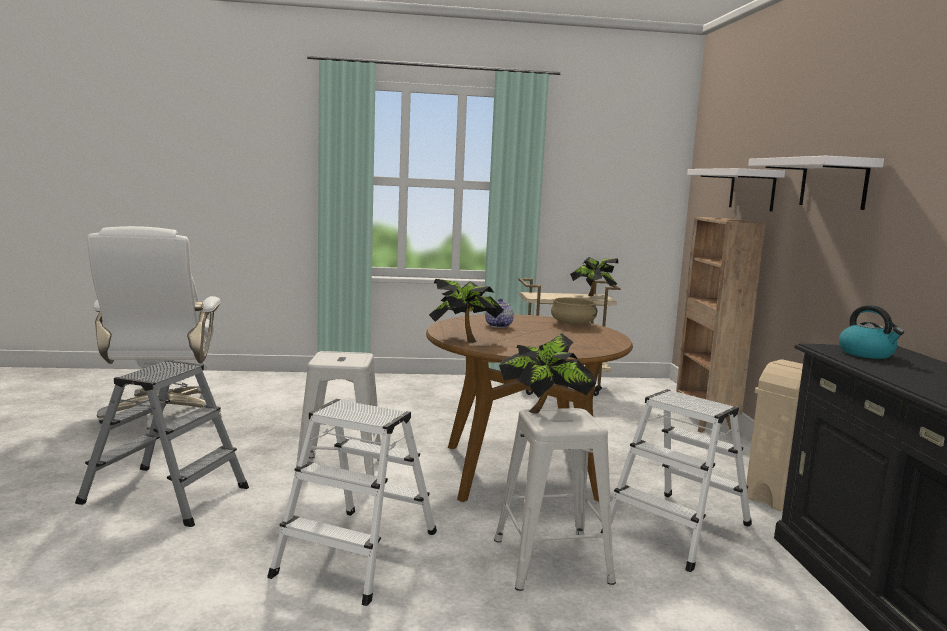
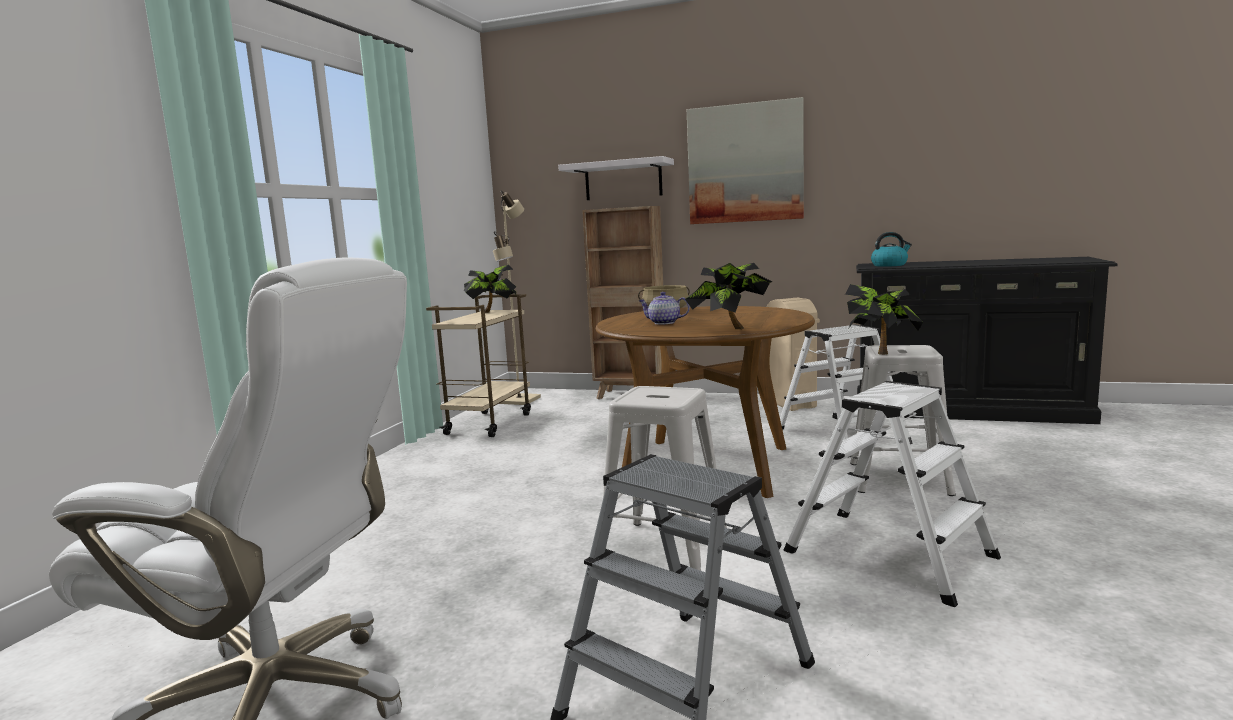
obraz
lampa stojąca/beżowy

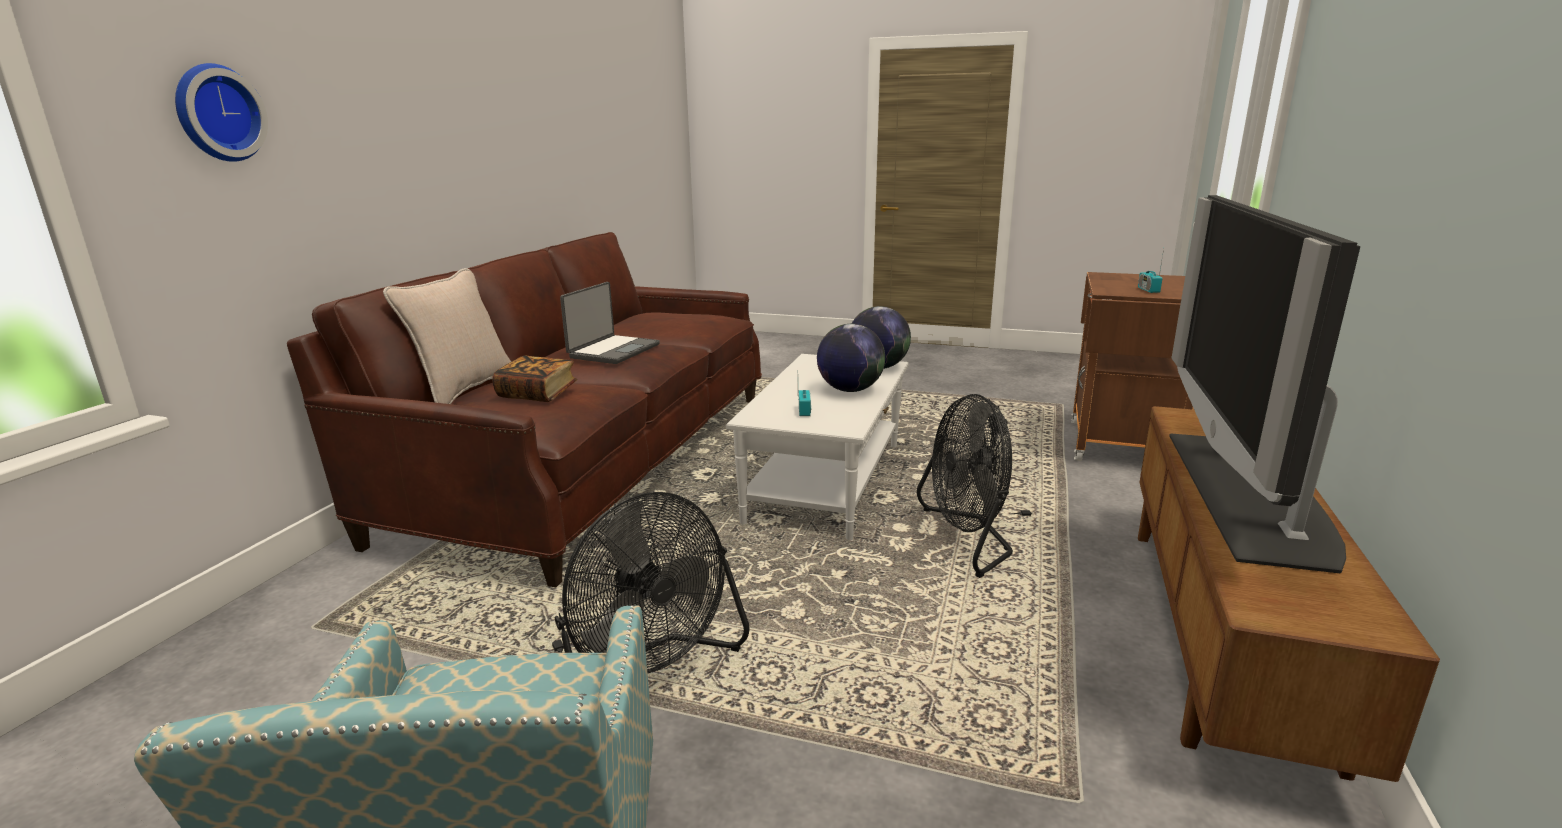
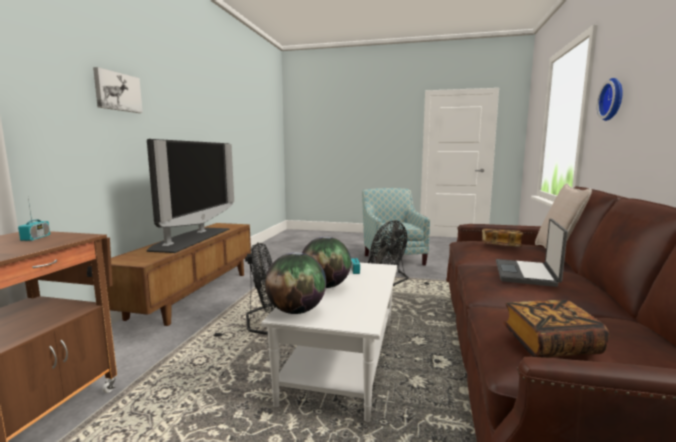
obraz
książka (no. 2 from left)

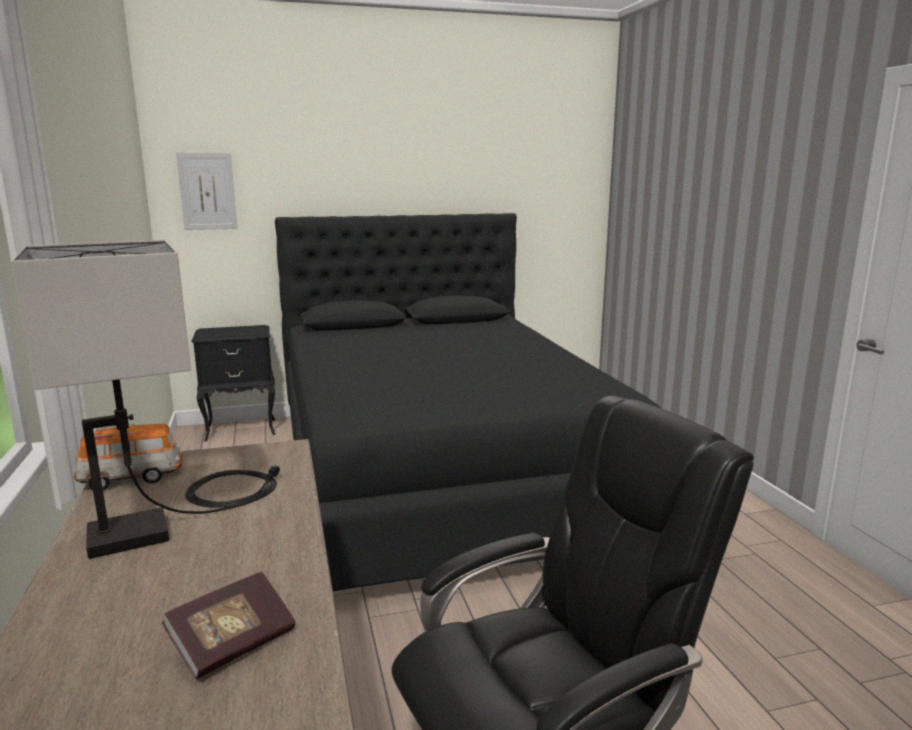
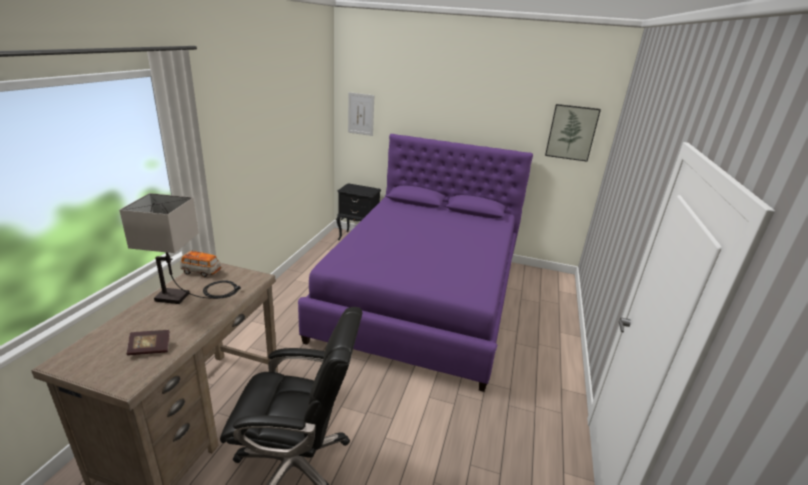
łóżko/fioletowy
obraz (no. 2 from left)

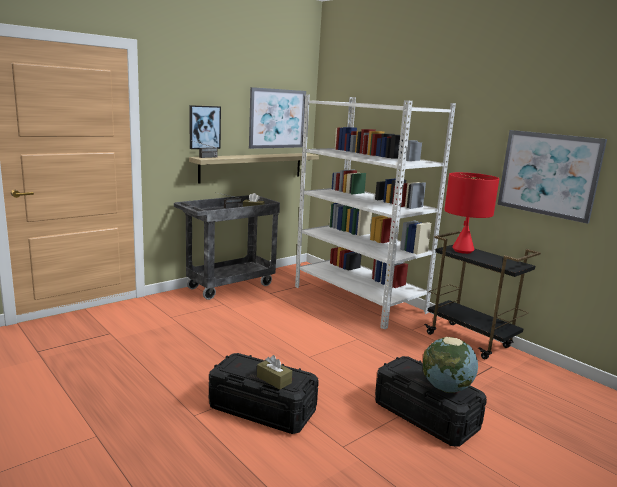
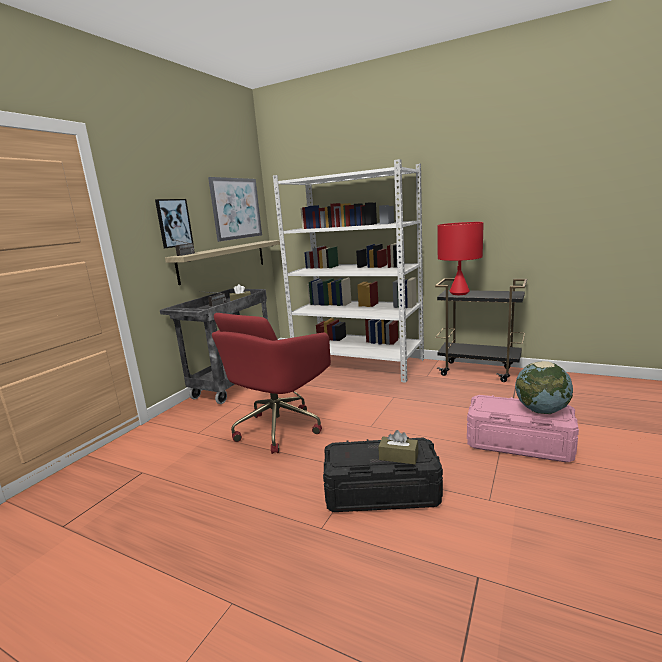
obraz (no. 3 from left in the first image)
pojemnik do przechowywania/różowy
krzesło biurowe/czerwony

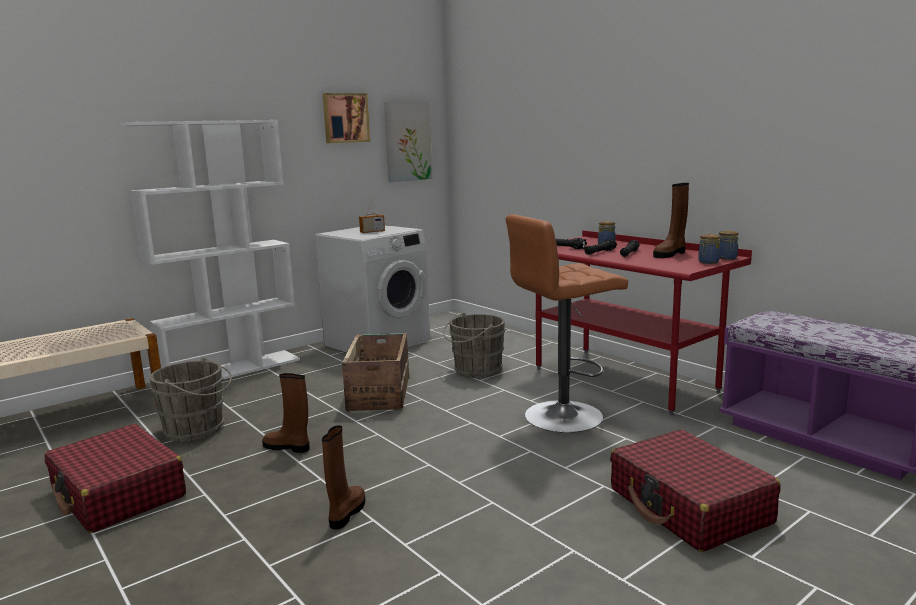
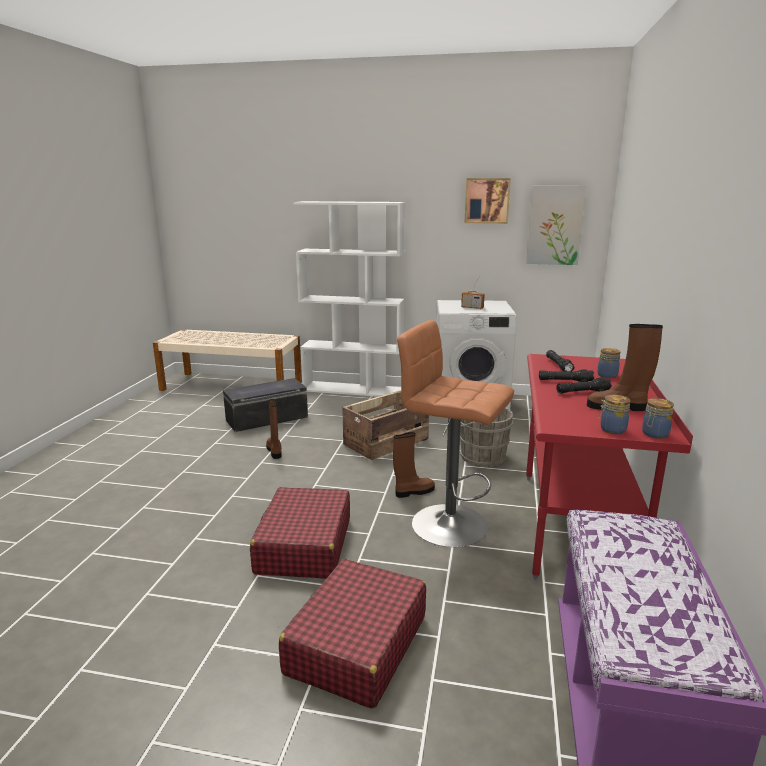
pojemnik do przechowywania/czarny
walizka/czerwony (no. 1 from left)
but z cholewką/brązowy (no. 2 from left)

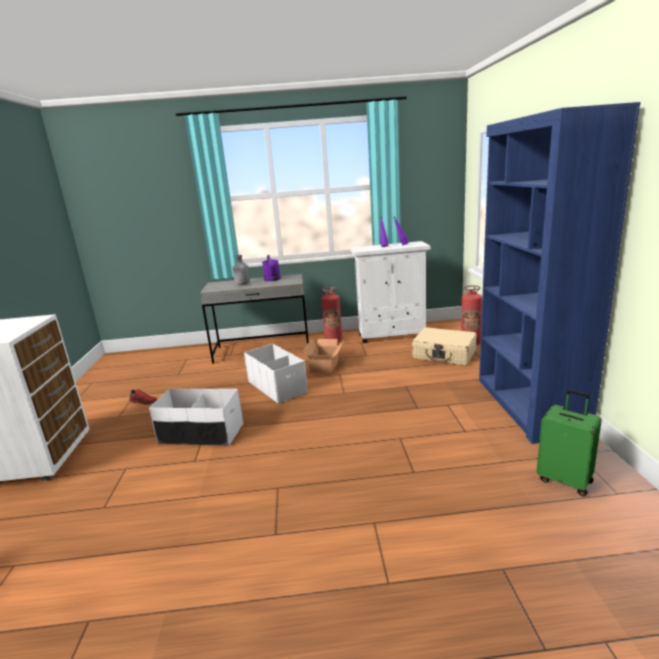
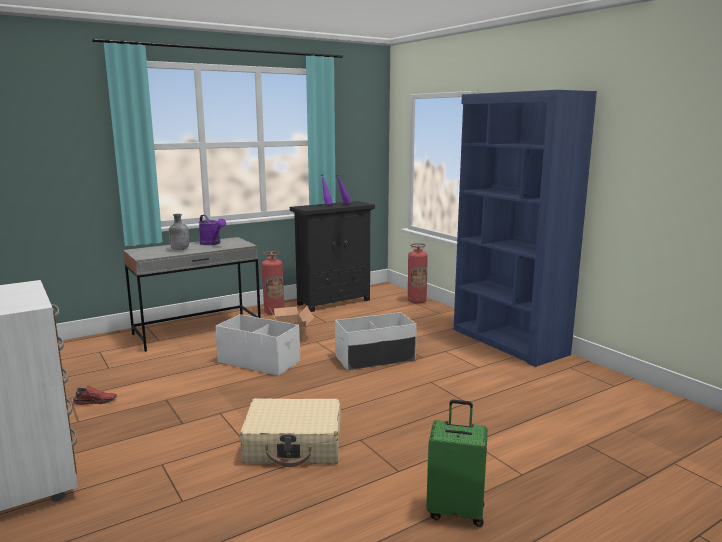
szafka/czarny
walizka/beżowy
pojemnik do przechowywania/biały (no. 2 from left)
walizka/zielony

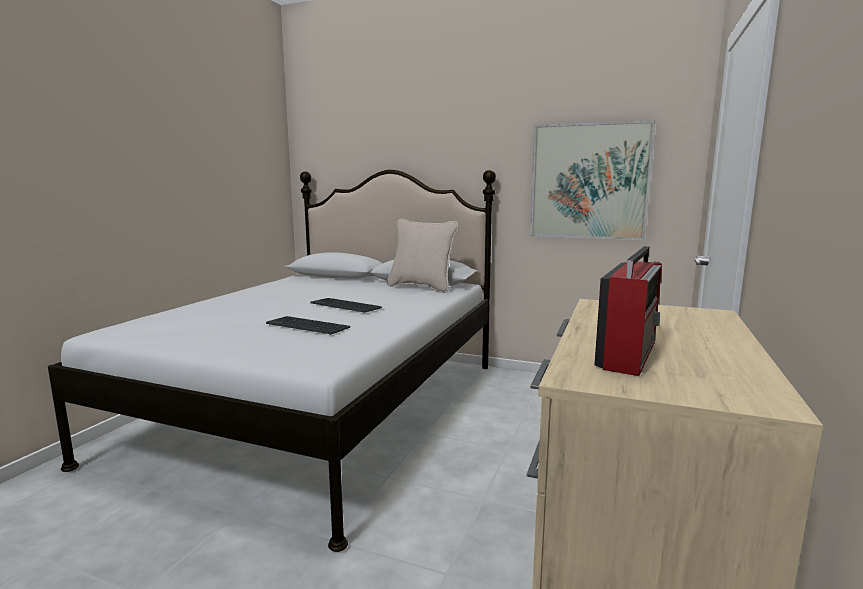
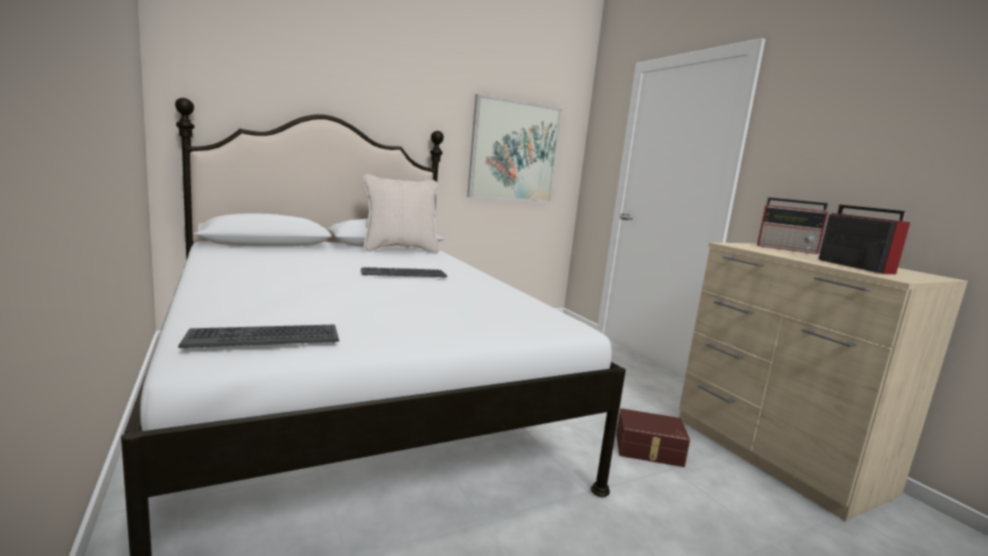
klawiatura (no. 1 from left)
radio (no. 1 from left)
pojemnik do przechowywania/brązowy

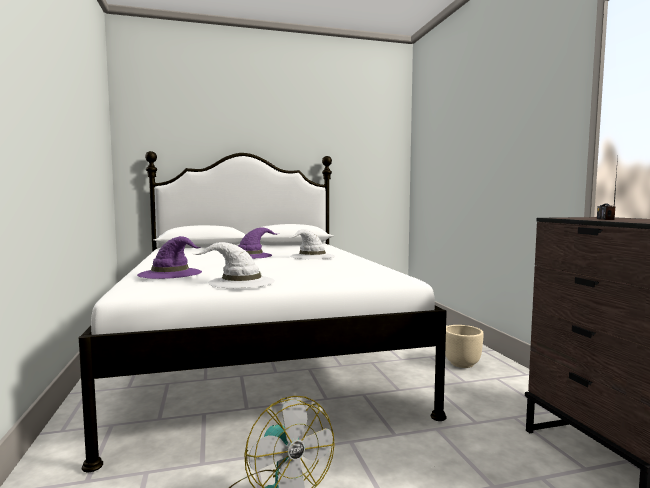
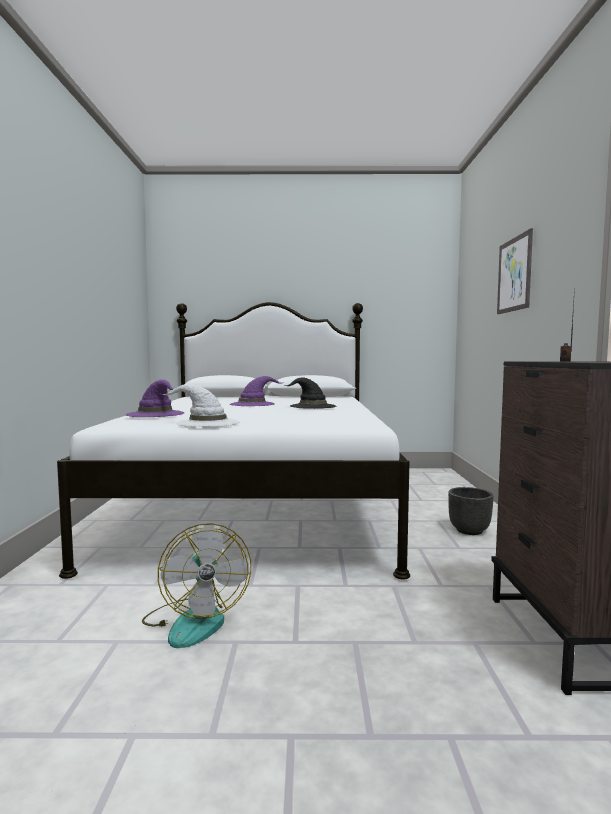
kapelusz/czarny
donica/czarny
obraz

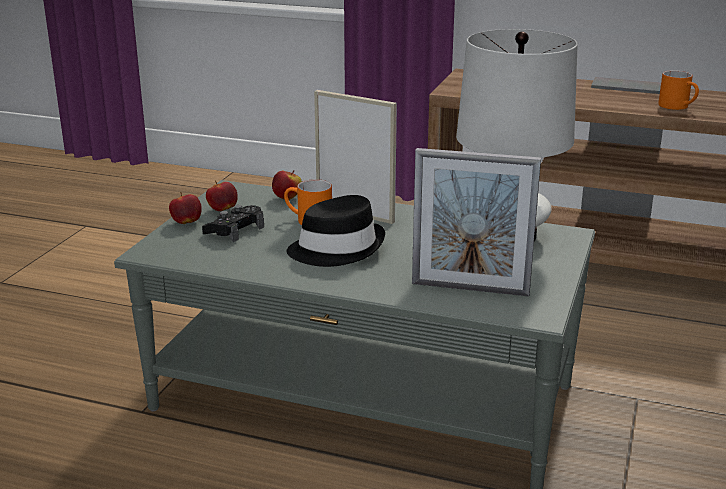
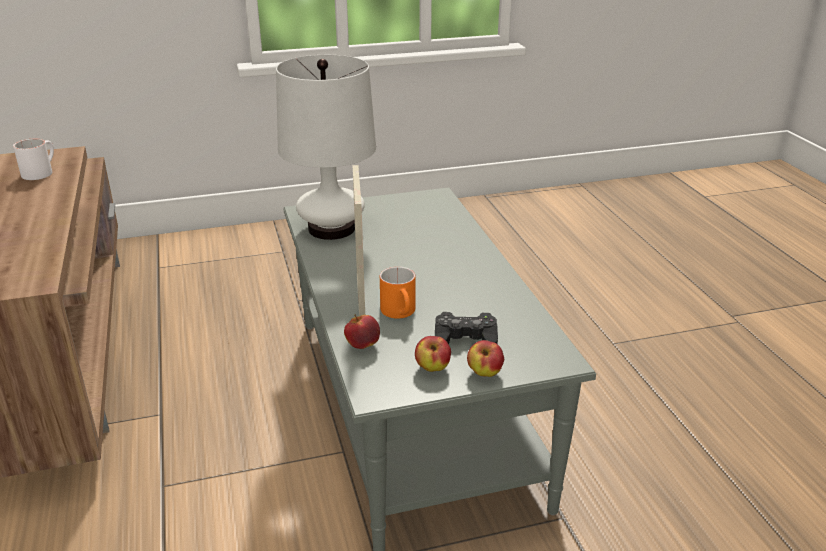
kubek/biały
ramka na zdjęcie (no. 2 from left in the first image)
kapelusz/czarny

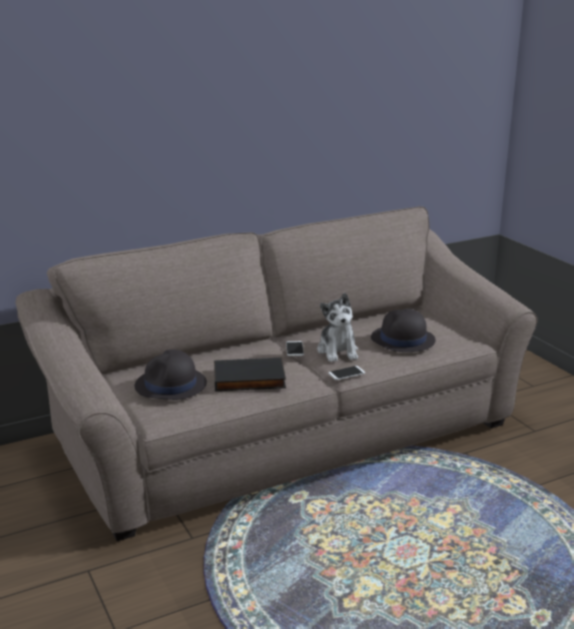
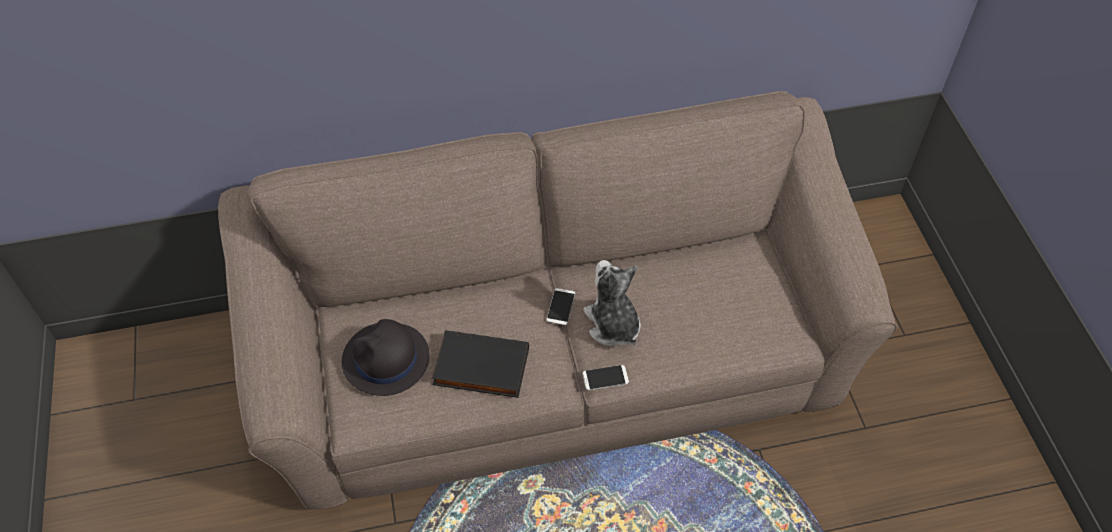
pluszak
kapelusz/czarny (no. 2 from left in the first image)

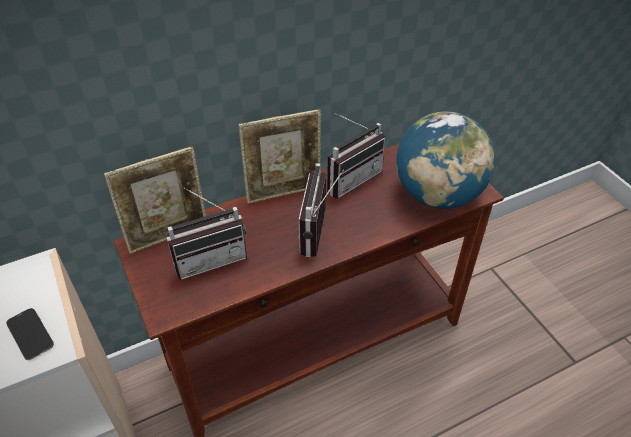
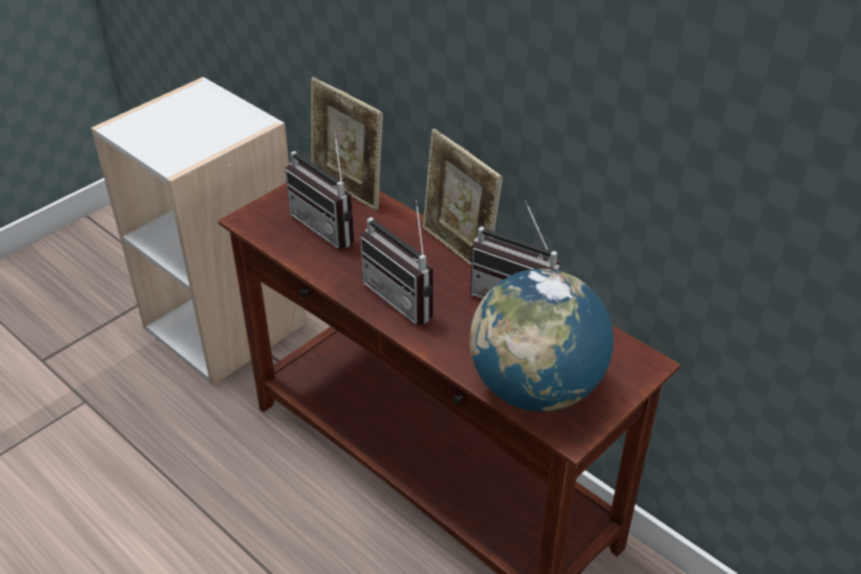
radio (no. 2 from left)
telefon

